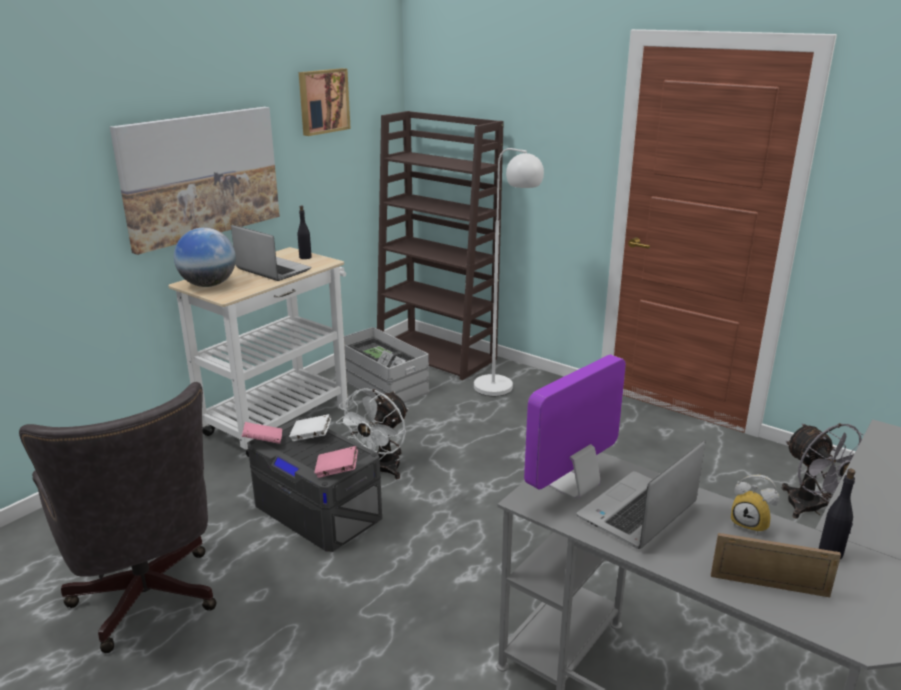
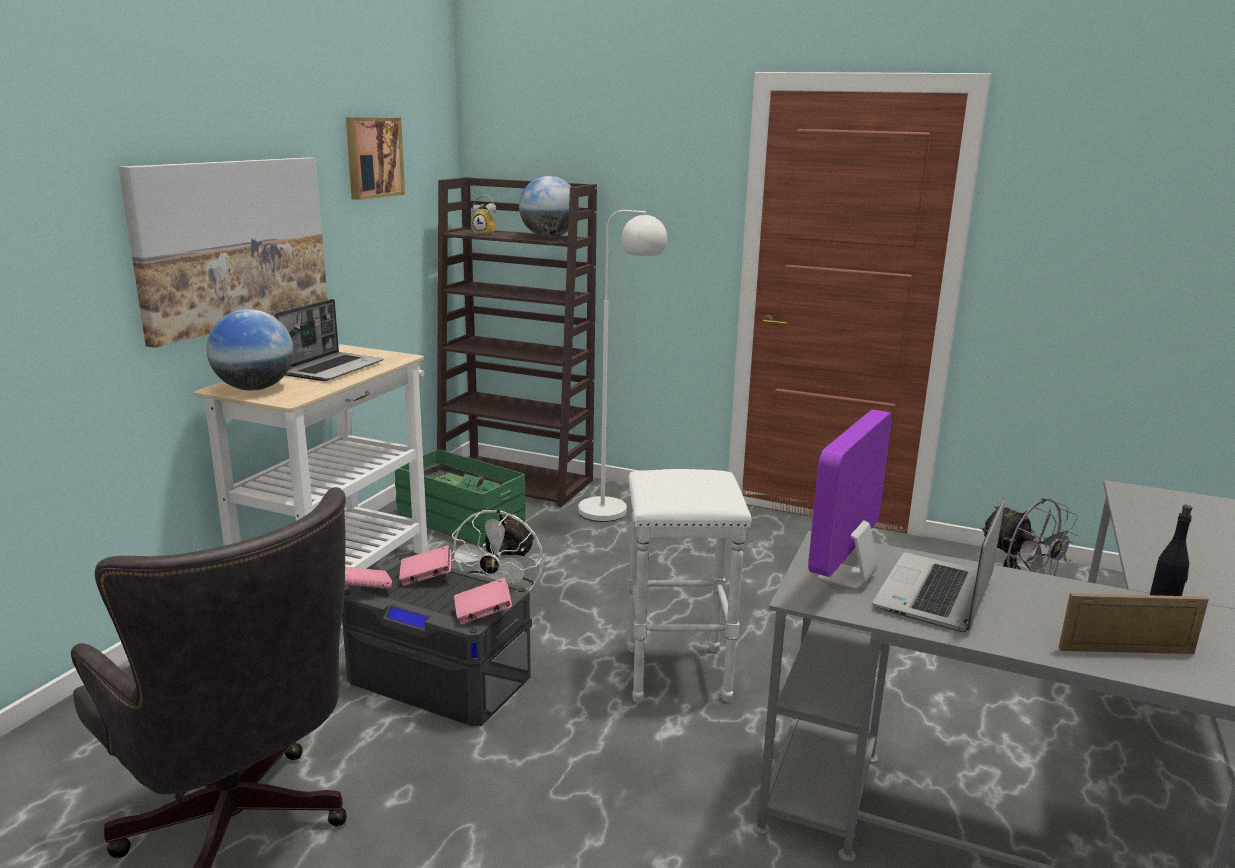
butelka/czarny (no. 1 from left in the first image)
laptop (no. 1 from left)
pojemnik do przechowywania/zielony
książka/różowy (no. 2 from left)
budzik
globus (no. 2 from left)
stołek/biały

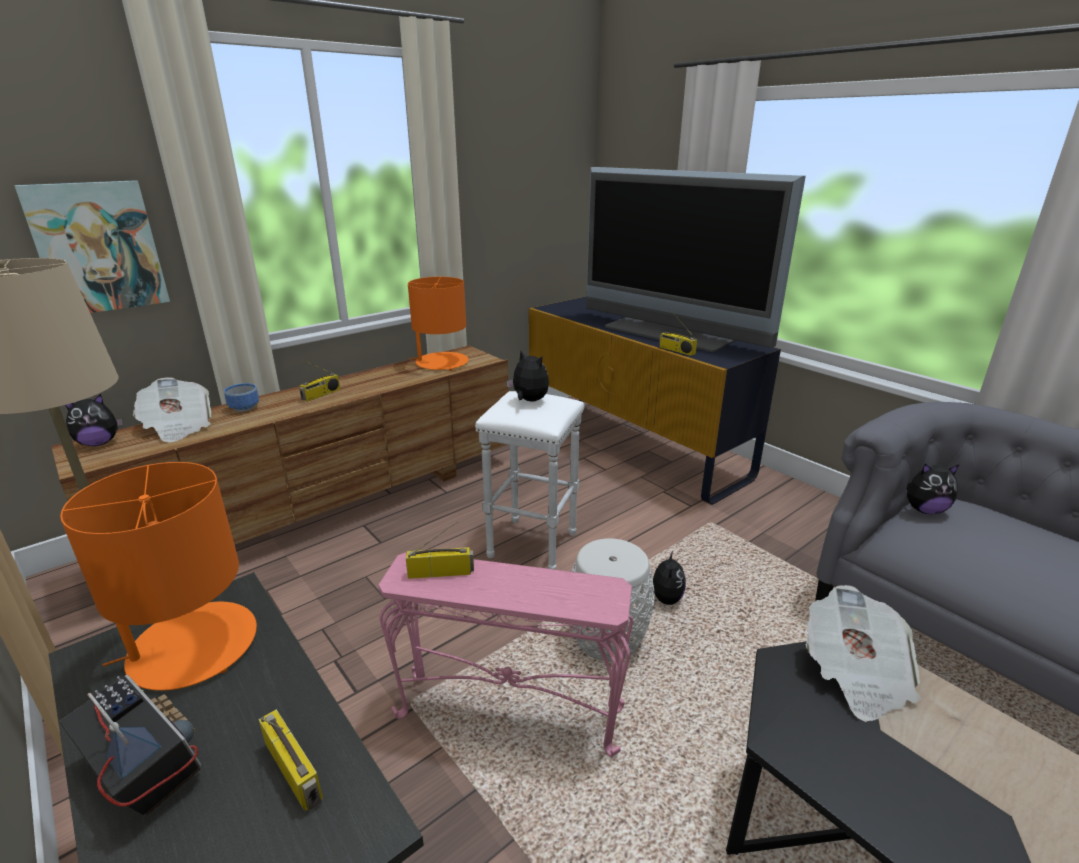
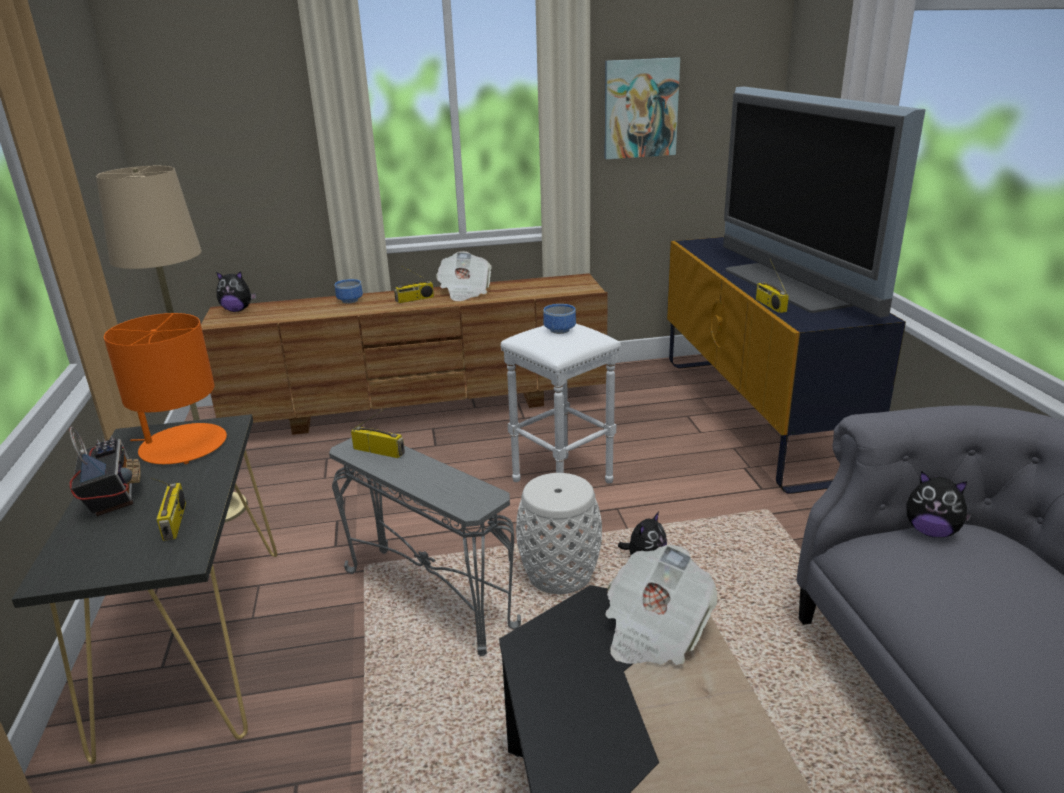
obraz
lampa stołowa/pomarańczowy (no. 2 from left in the first image)
miska (no. 2 from left)
gazeta (no. 1 from left)
stolik/szary

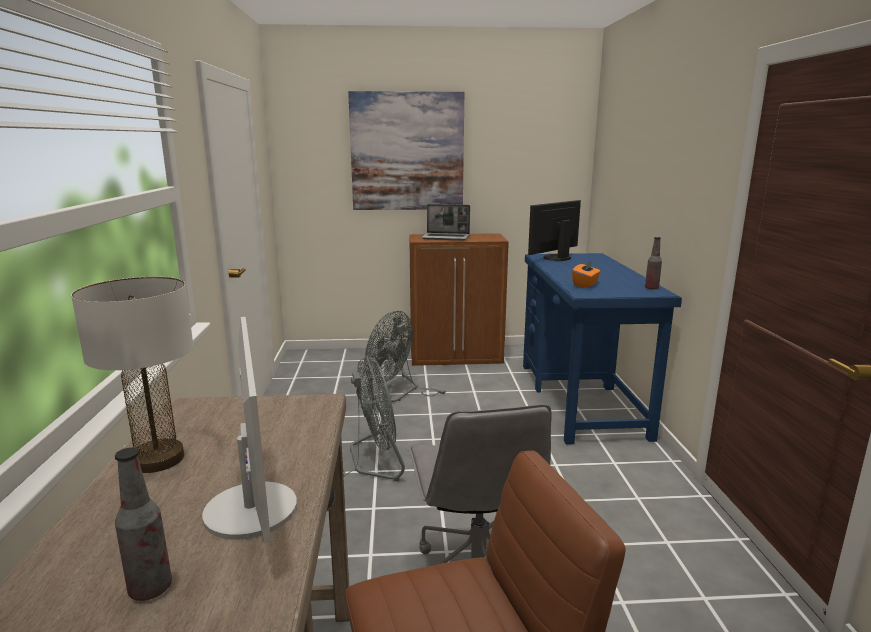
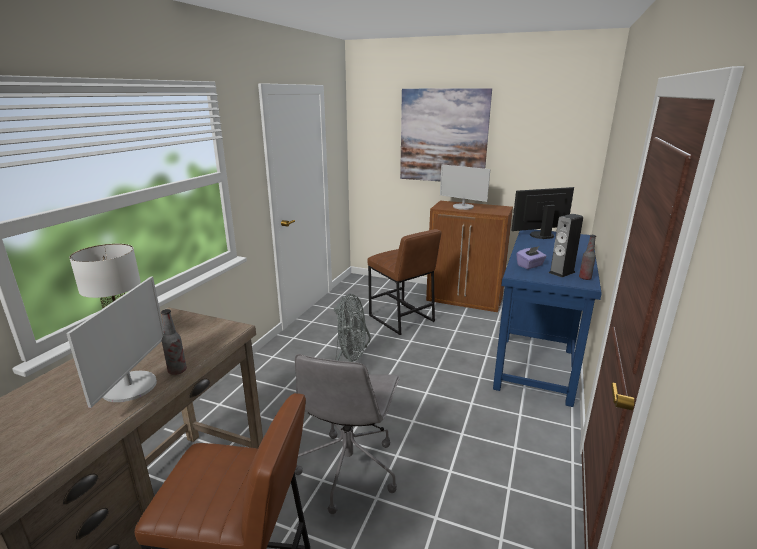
monitor (no. 2 from left)
pudełko chusteczek/fioletowy
krzesło/brązowy (no. 2 from left)
butelka (no. 1 from left)
głośnik

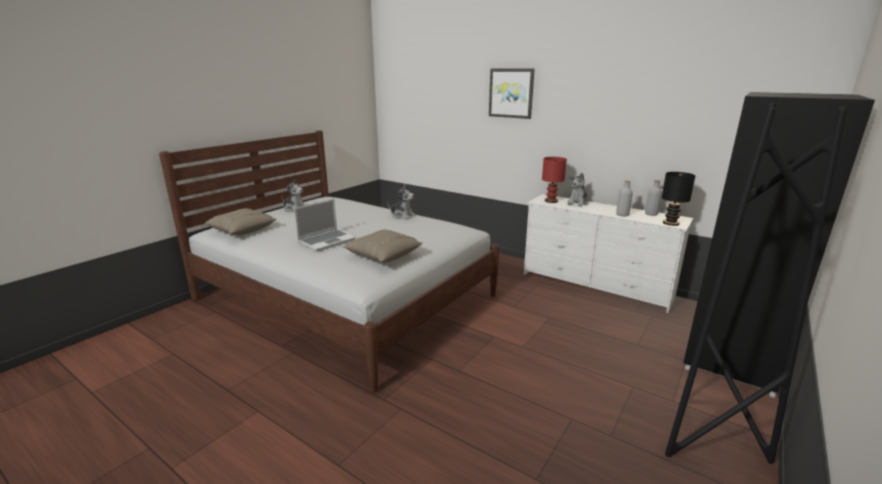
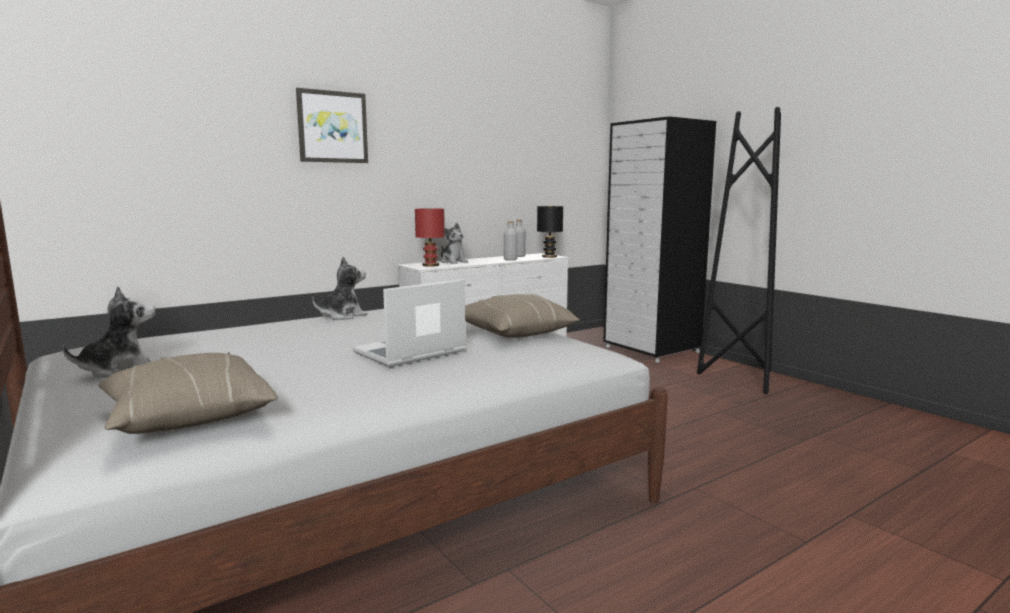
laptop

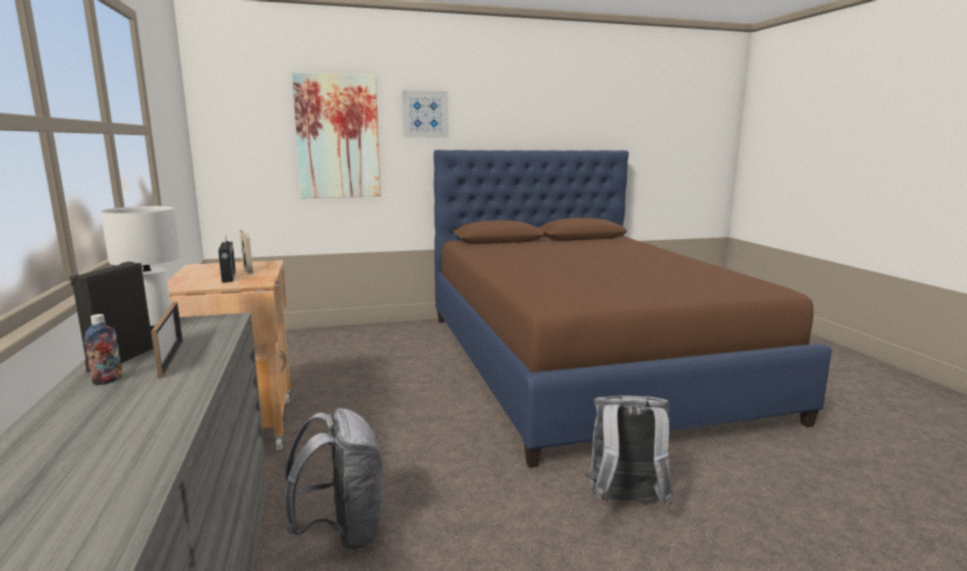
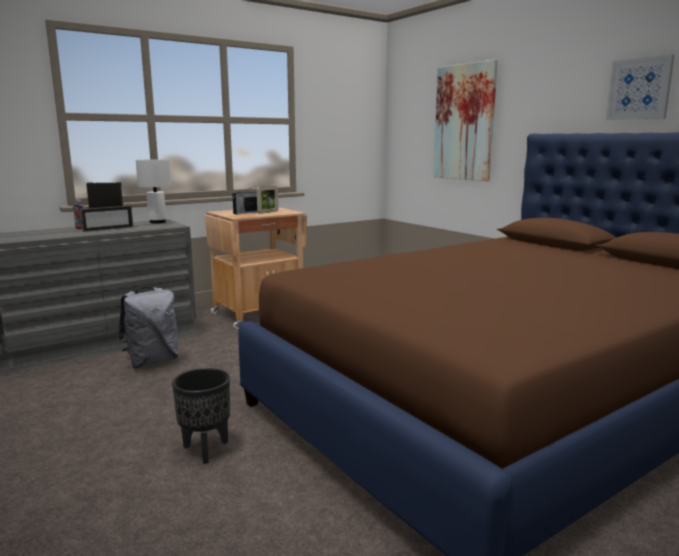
obraz (no. 2 from left)
donica/czarny

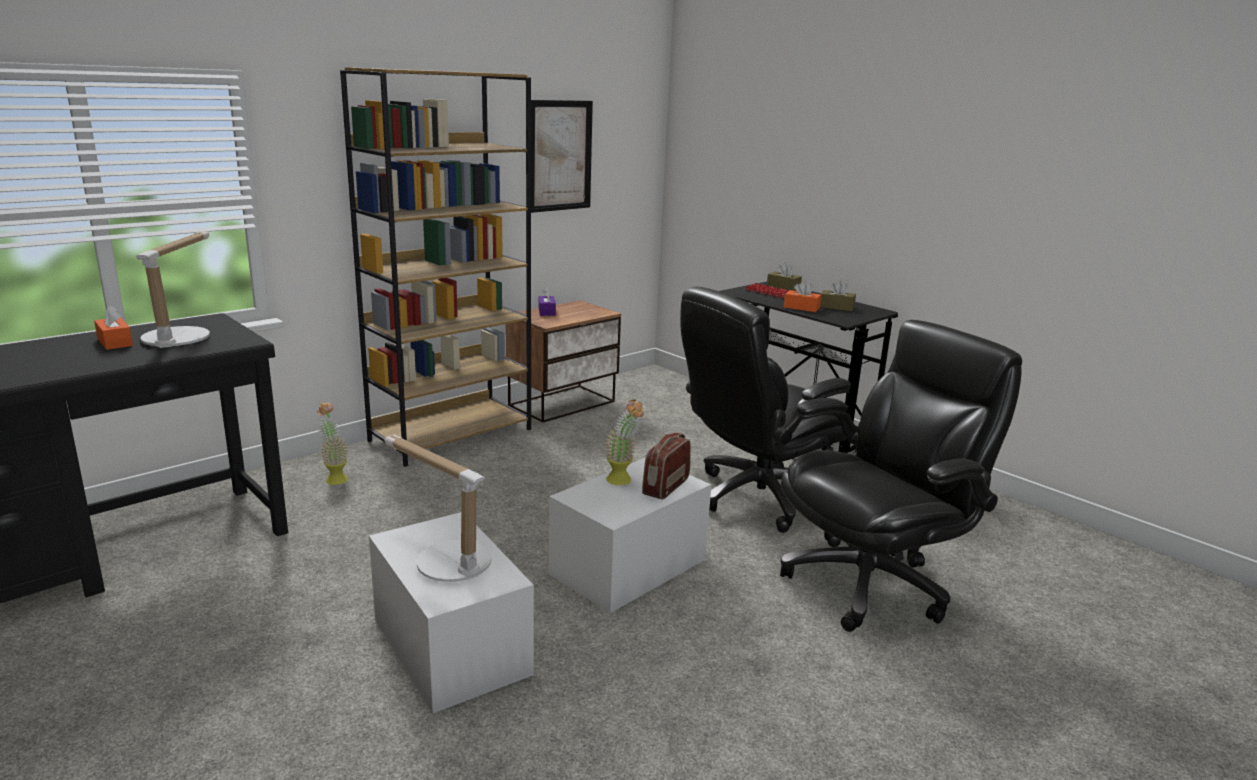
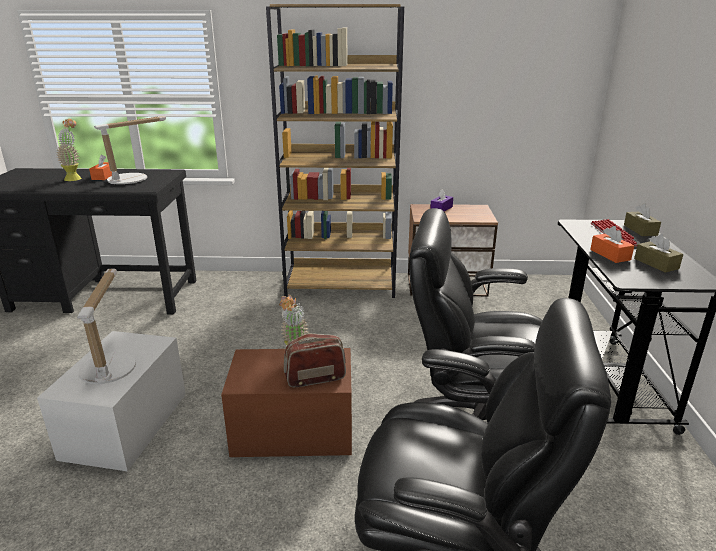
obraz
roślina doniczkowa (no. 1 from left)
pojemnik do przechowywania/brązowy

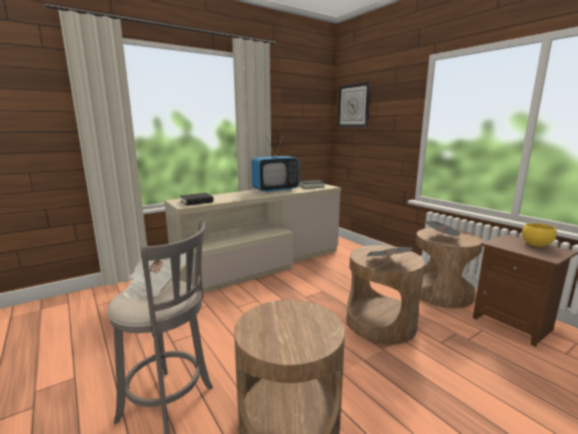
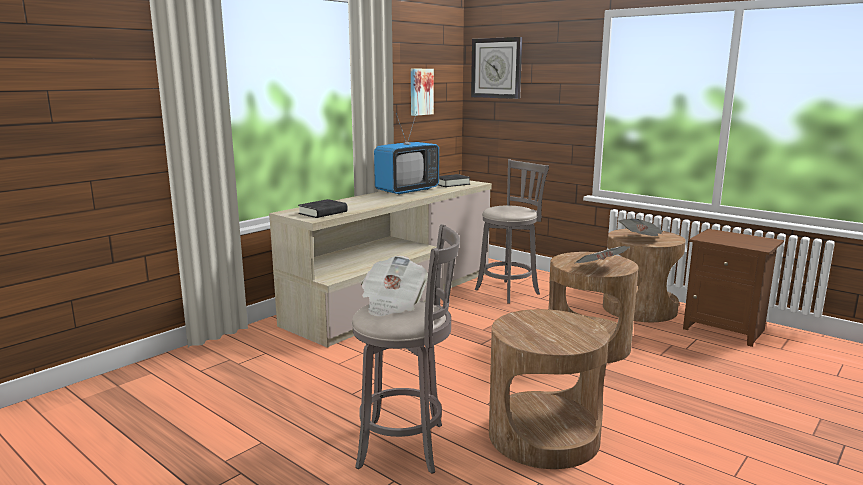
miska/żółty
obraz
stołek/szary (no. 2 from left)

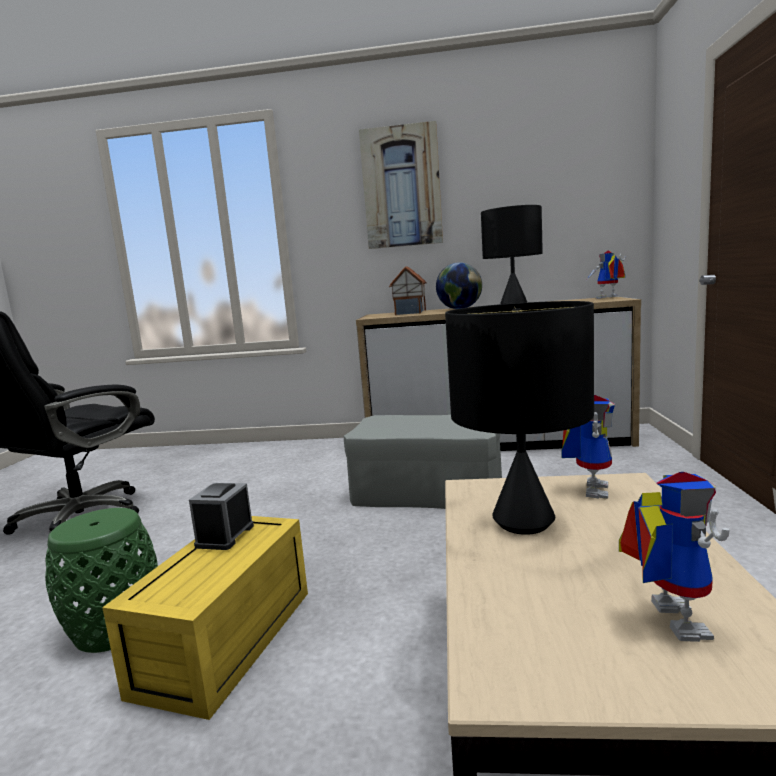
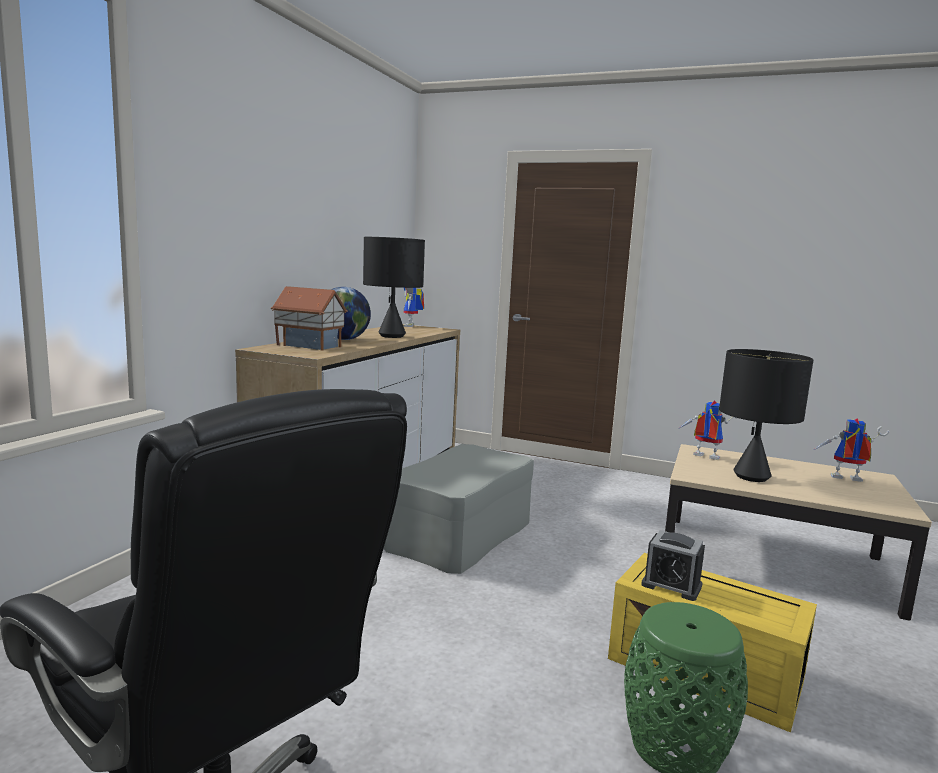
obraz

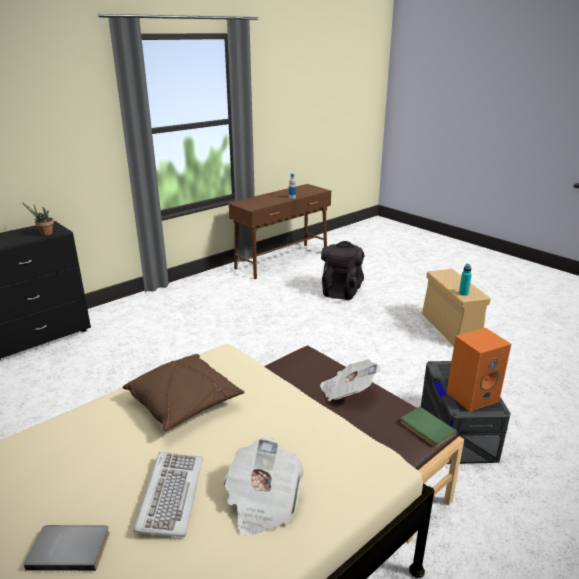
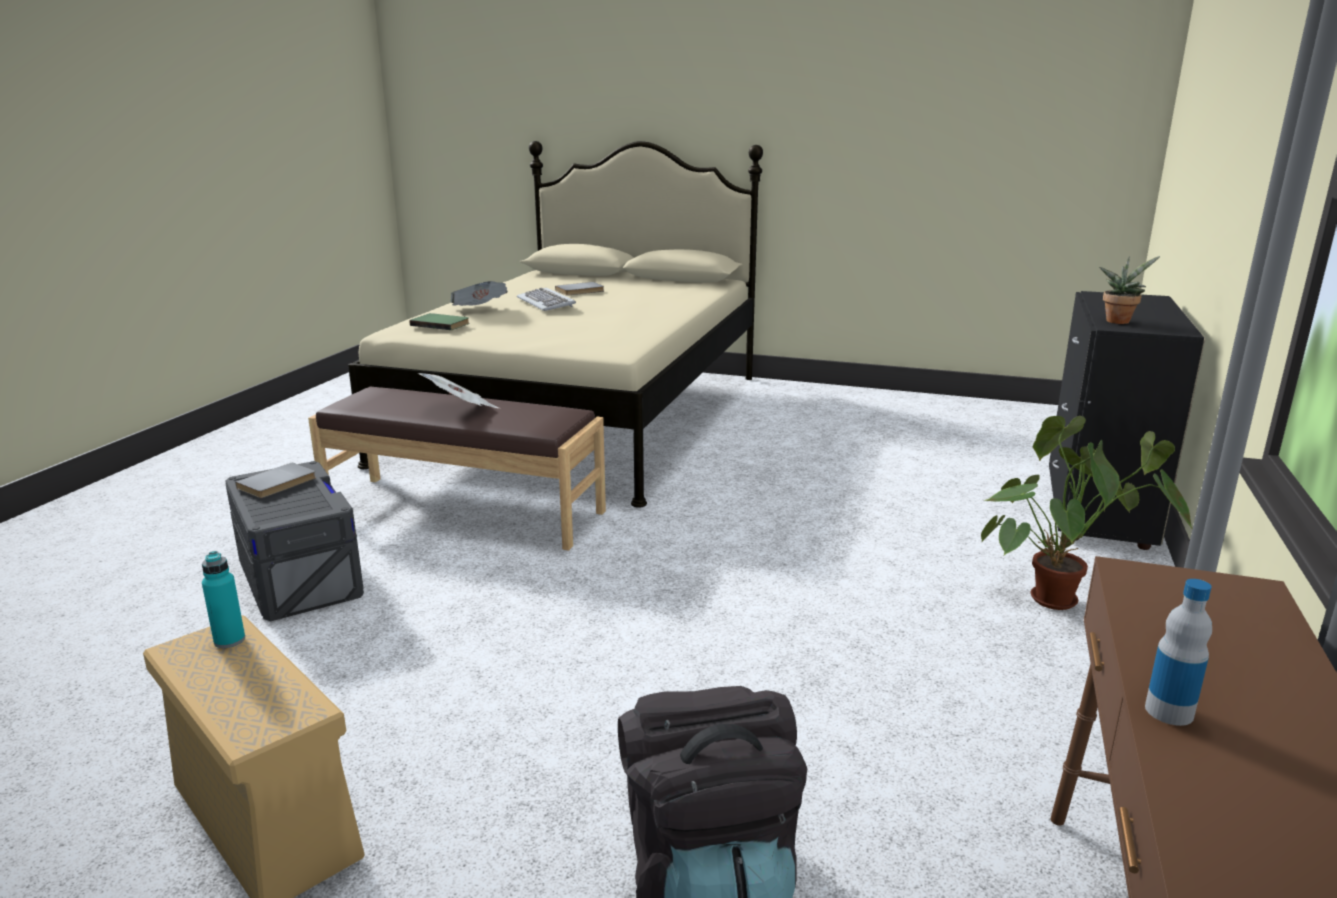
książka/szary (no. 1 from left)
poduszka/brązowy
książka/zielony
roślina doniczkowa (no. 1 from left)

